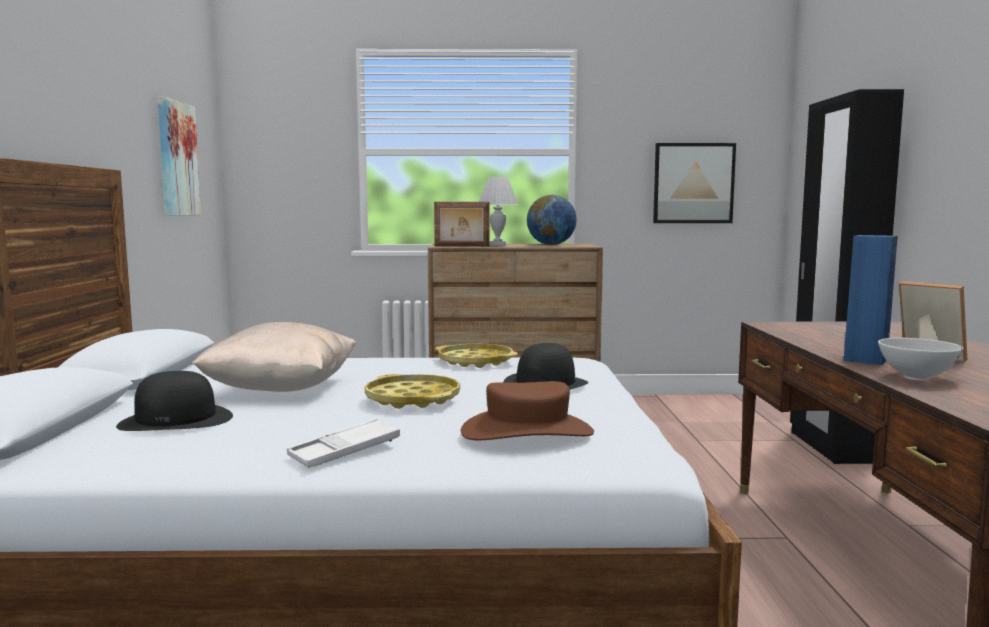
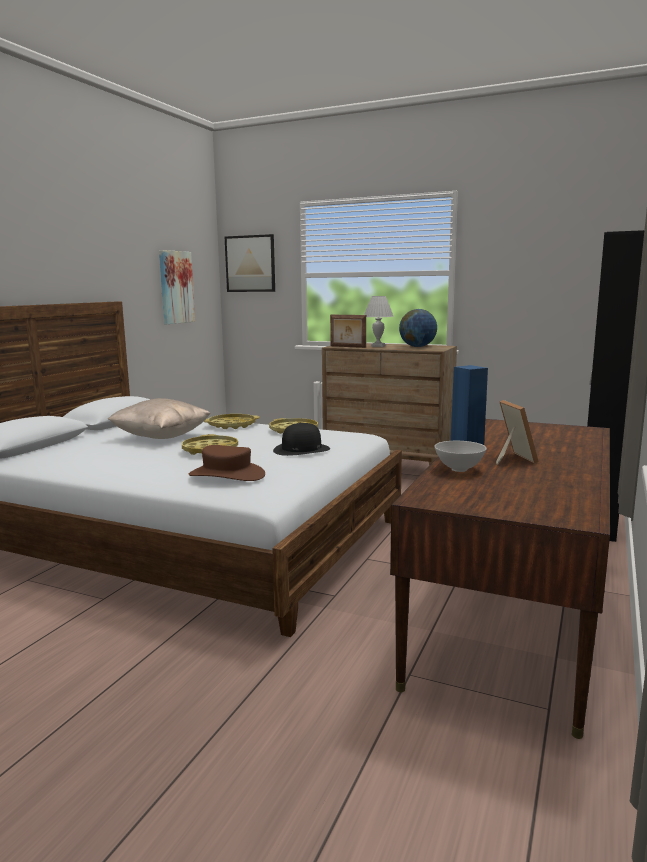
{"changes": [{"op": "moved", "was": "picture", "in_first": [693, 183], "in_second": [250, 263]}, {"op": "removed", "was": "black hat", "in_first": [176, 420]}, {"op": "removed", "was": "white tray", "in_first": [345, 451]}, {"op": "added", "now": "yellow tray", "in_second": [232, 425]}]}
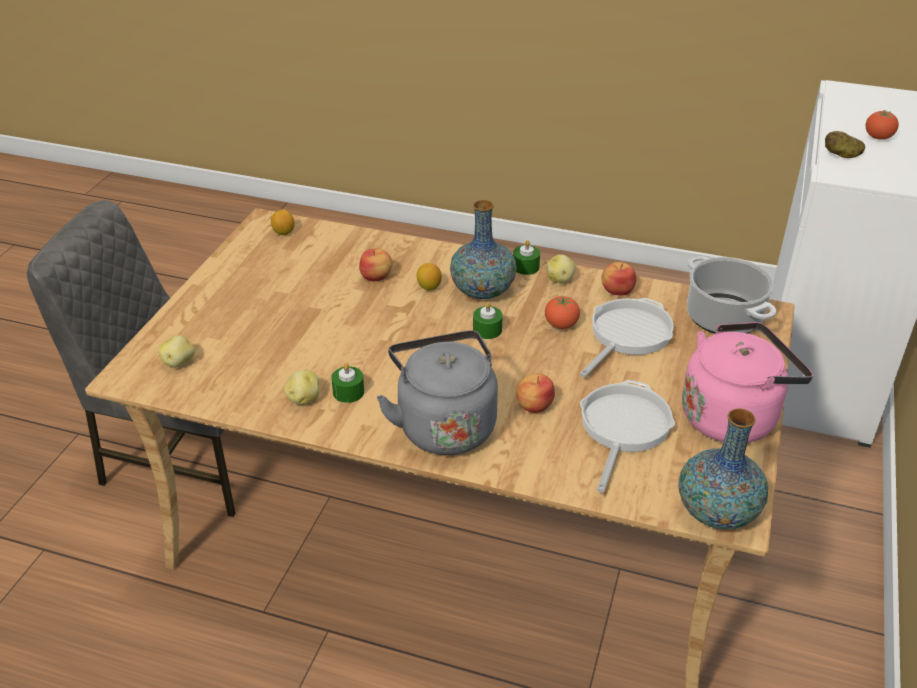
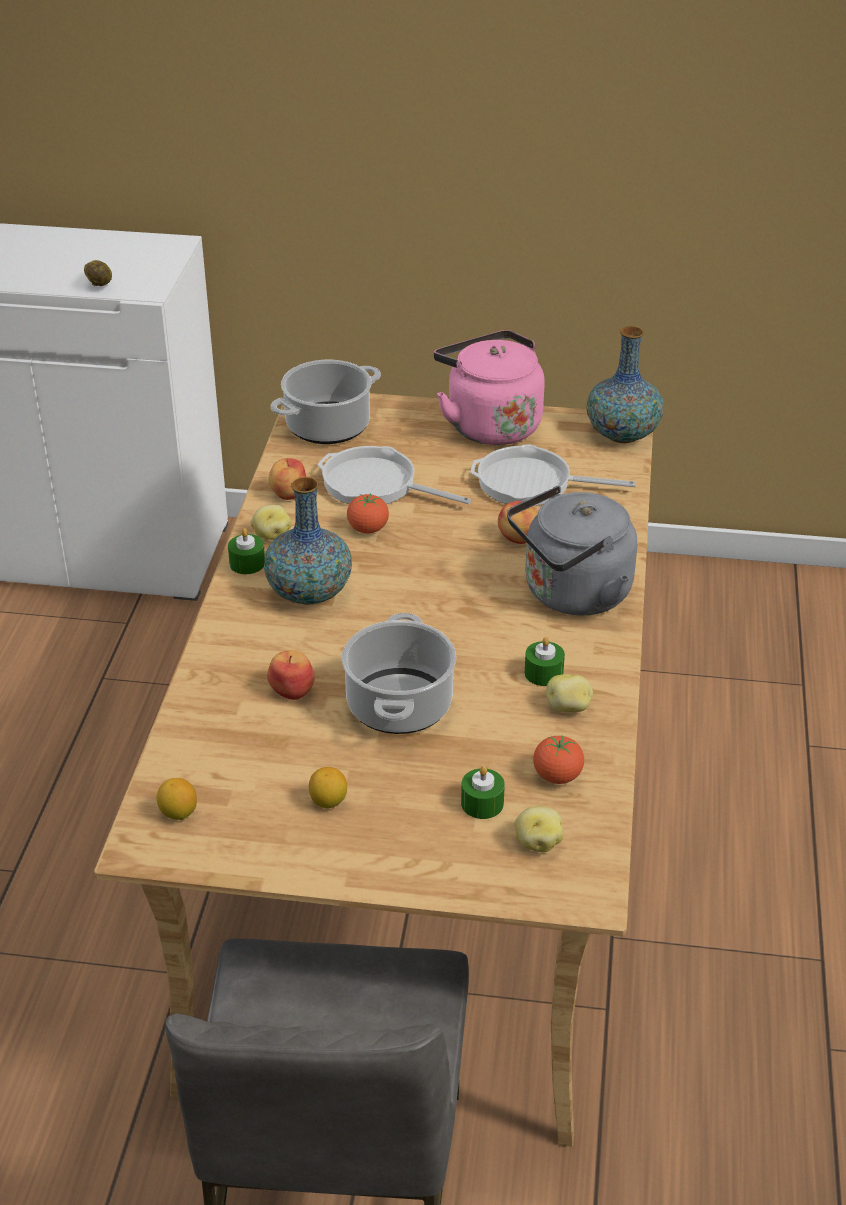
{"changes": [{"op": "moved", "was": "tomato", "in_first": [878, 138], "in_second": [557, 776]}, {"op": "moved", "was": "lemon", "in_first": [429, 287], "in_second": [328, 801]}, {"op": "moved", "was": "green candle", "in_first": [487, 330], "in_second": [482, 803]}, {"op": "added", "now": "cooking pot", "in_second": [398, 704]}]}
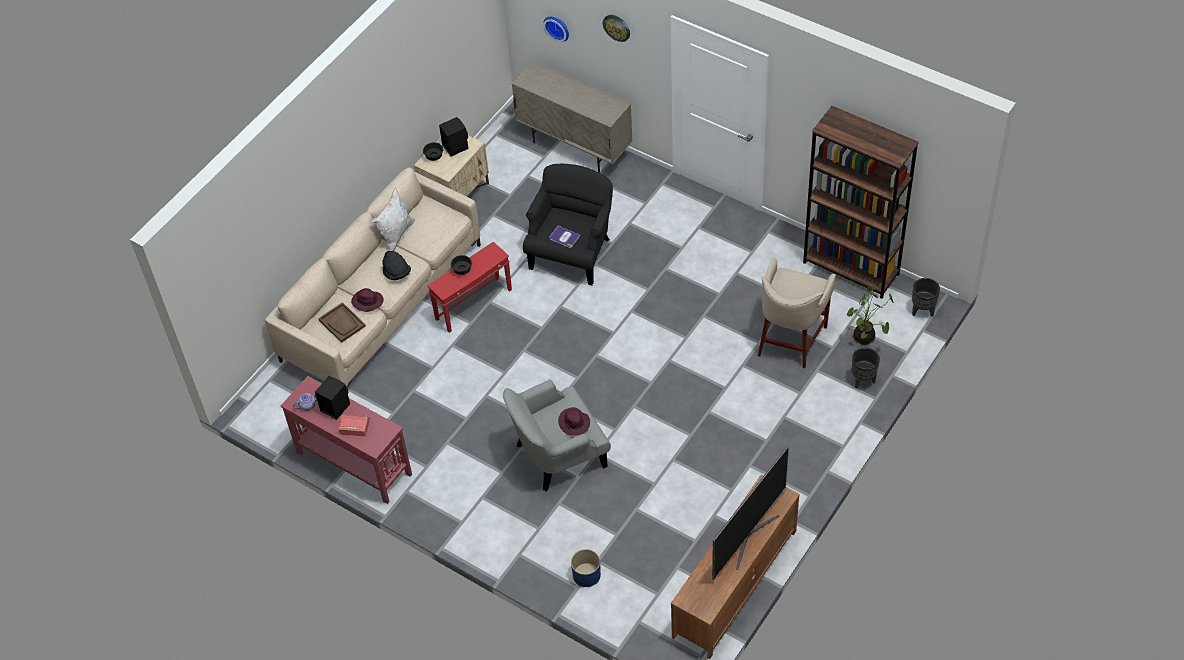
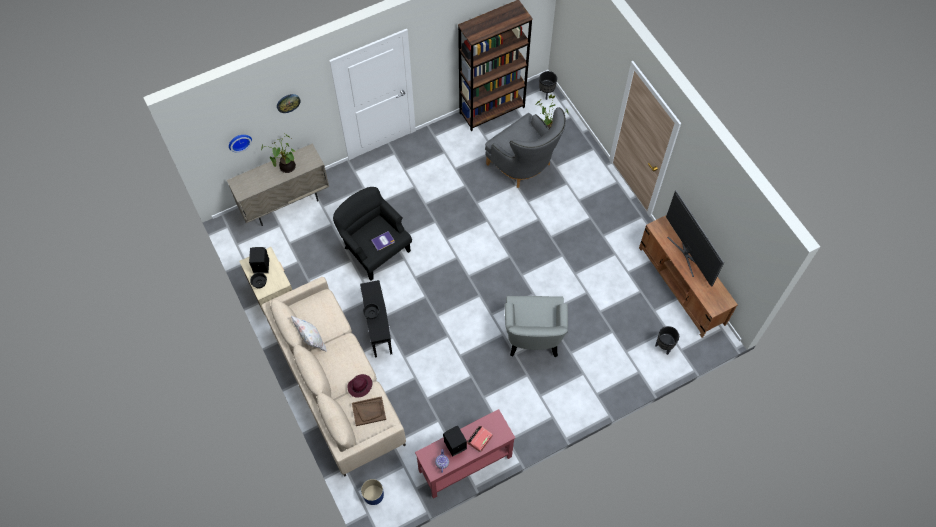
{"changes": [{"op": "recoloured", "was": "red side table", "now": "black side table", "in_first": [474, 305], "in_second": [379, 327]}, {"op": "removed", "was": "black hat", "in_first": [396, 273]}, {"op": "replaced", "was": "beige stool", "now": "grey armchair", "in_first": [791, 339], "in_second": [524, 167]}, {"op": "moved", "was": "black planter", "in_first": [862, 381], "in_second": [664, 346]}, {"op": "removed", "was": "purple hat", "in_first": [574, 423]}, {"op": "moved", "was": "blue planter", "in_first": [586, 574], "in_second": [373, 495]}, {"op": "added", "now": "potted plant", "in_second": [286, 167]}]}
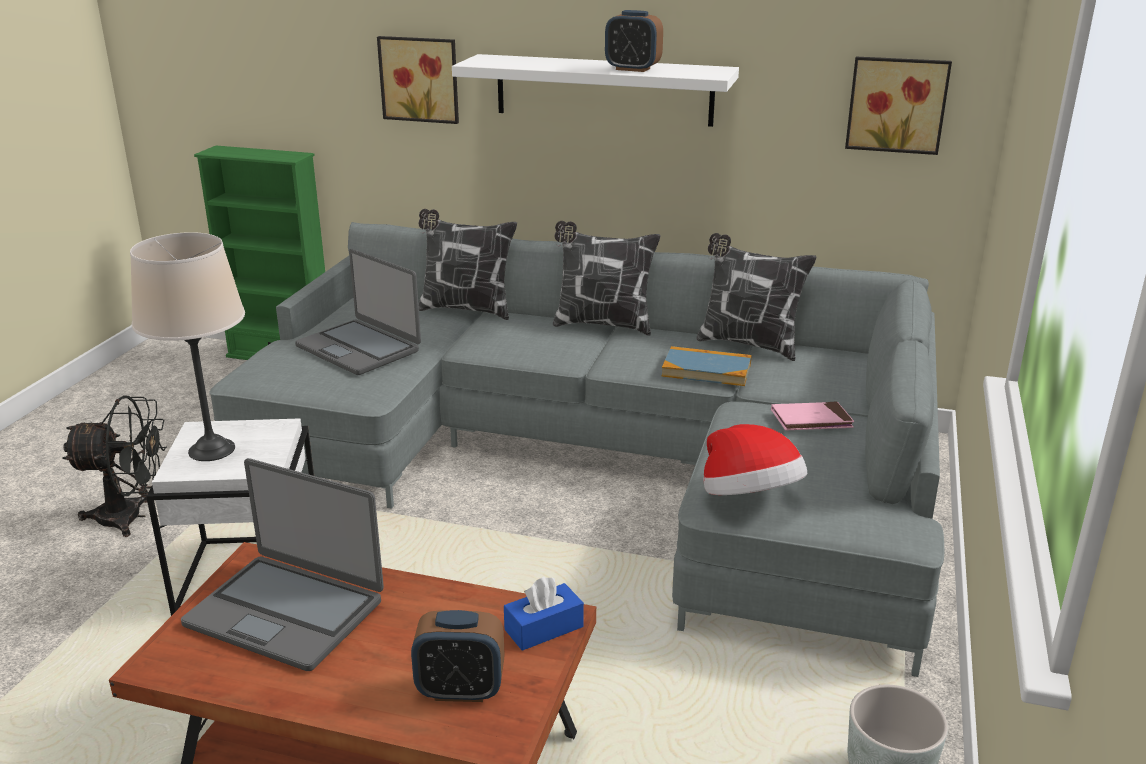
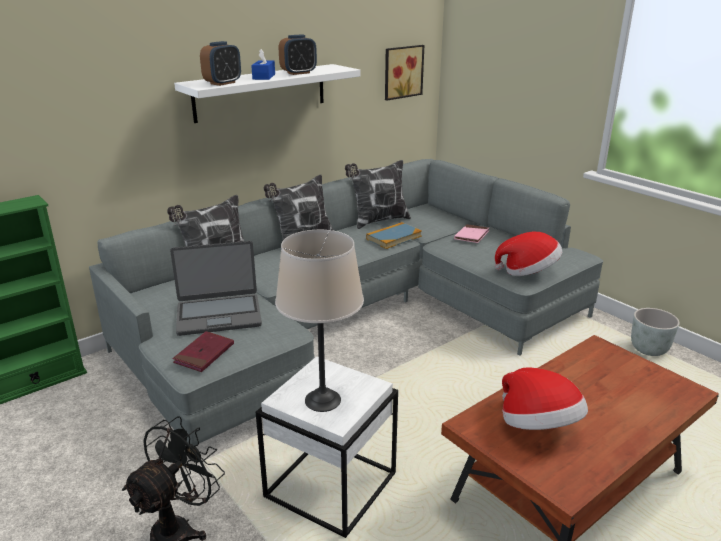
{"changes": [{"op": "removed", "was": "picture", "in_first": [420, 79]}, {"op": "replaced", "was": "laptop", "now": "hat", "in_first": [286, 611], "in_second": [538, 426]}, {"op": "moved", "was": "blue tissue box", "in_first": [544, 628], "in_second": [264, 77]}, {"op": "moved", "was": "alarm clock", "in_first": [460, 690], "in_second": [223, 83]}, {"op": "added", "now": "red book", "in_second": [204, 354]}]}
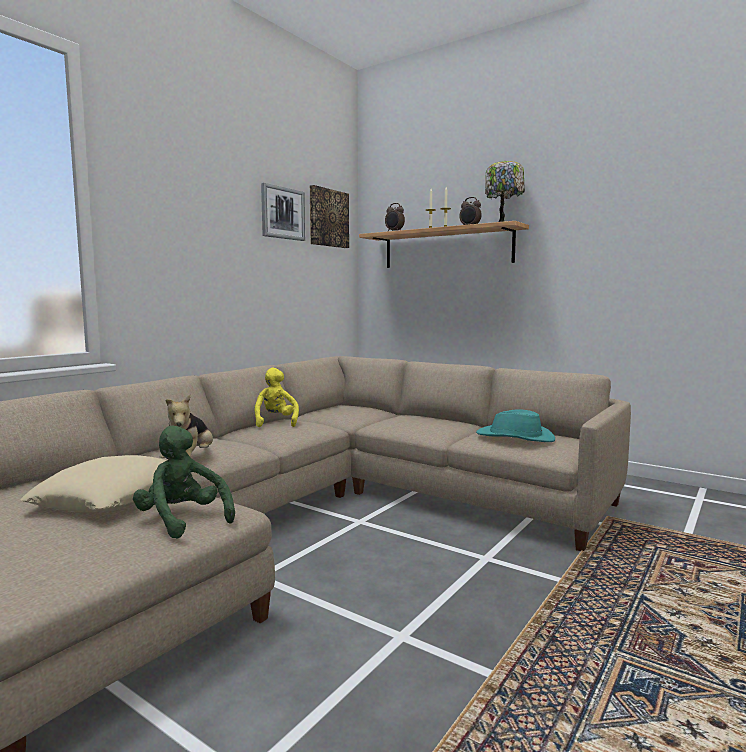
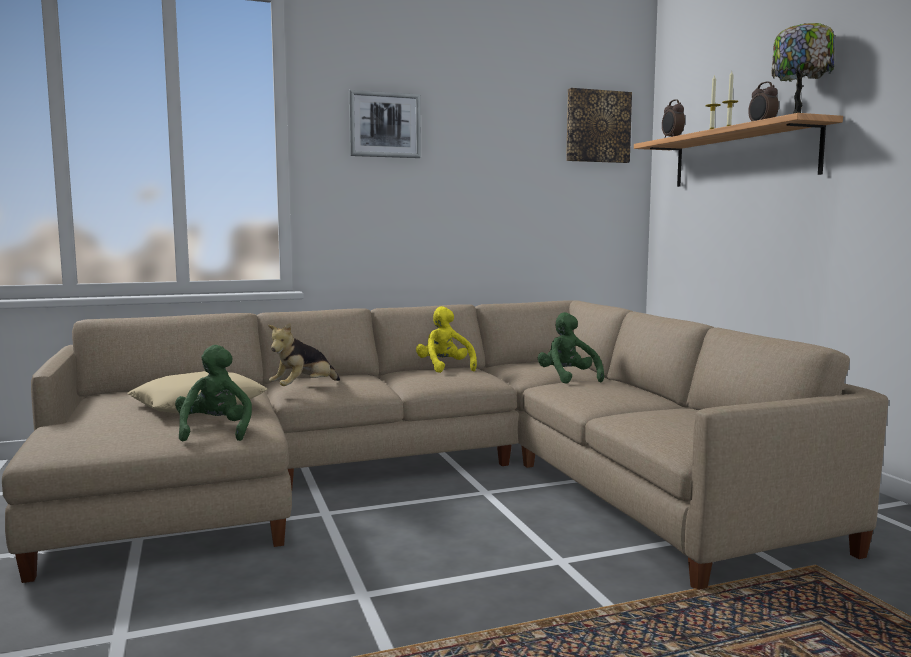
{"changes": [{"op": "moved", "was": "picture", "in_first": [282, 213], "in_second": [384, 125]}, {"op": "turned", "was": "yellow plush toy", "in_first": [273, 422], "in_second": [445, 368], "clockwise": -45}, {"op": "removed", "was": "turquoise hat", "in_first": [515, 437]}, {"op": "added", "now": "green plush toy", "in_second": [568, 378]}]}
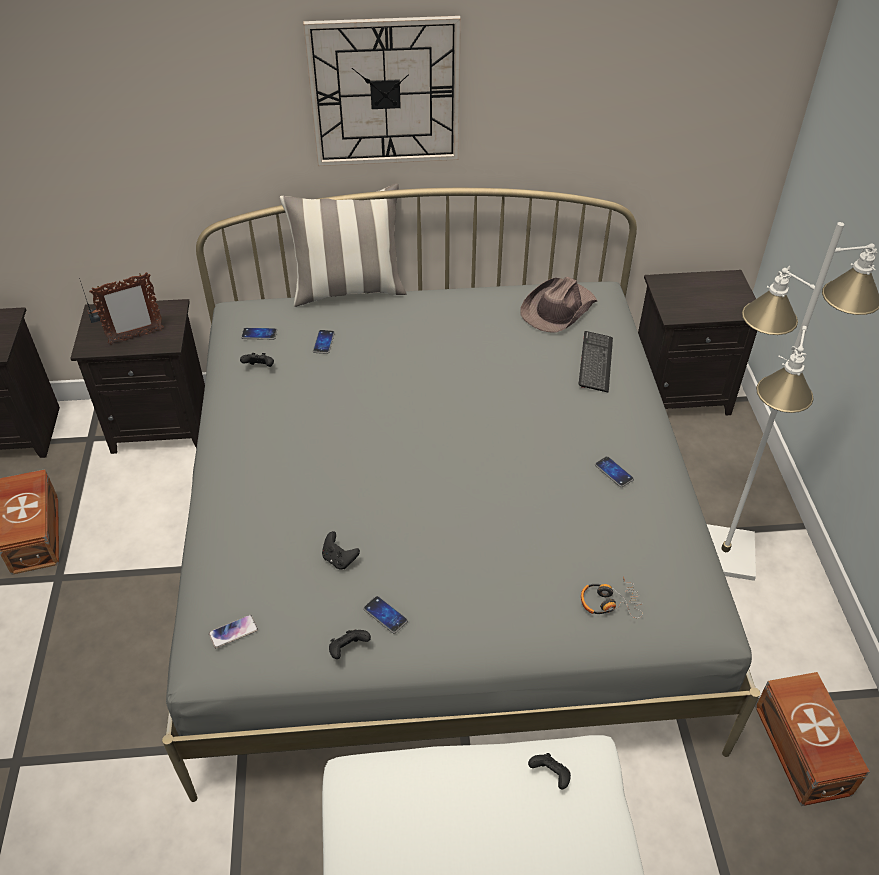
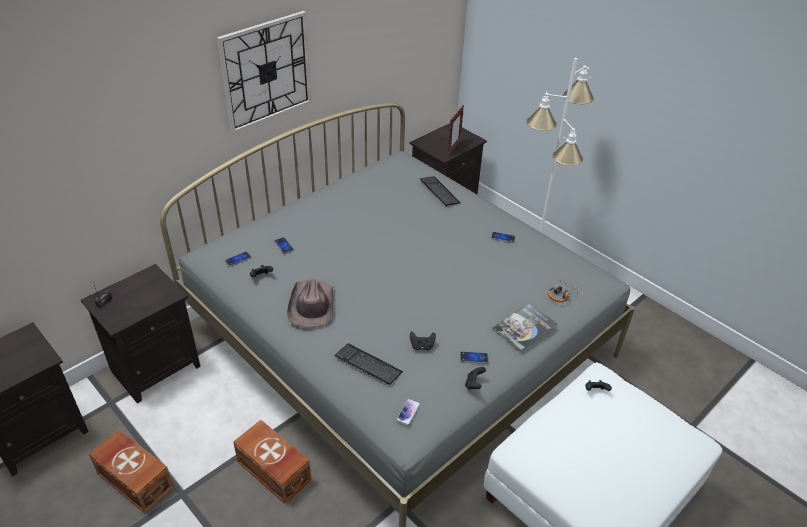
{"changes": [{"op": "removed", "was": "pillow", "in_first": [348, 290]}, {"op": "moved", "was": "picture frame", "in_first": [136, 337], "in_second": [453, 148]}, {"op": "moved", "was": "brown hat", "in_first": [558, 309], "in_second": [311, 305]}, {"op": "moved", "was": "brown storage box", "in_first": [801, 751], "in_second": [274, 472]}, {"op": "added", "now": "book", "in_second": [524, 327]}, {"op": "added", "now": "keyboard", "in_second": [368, 365]}]}
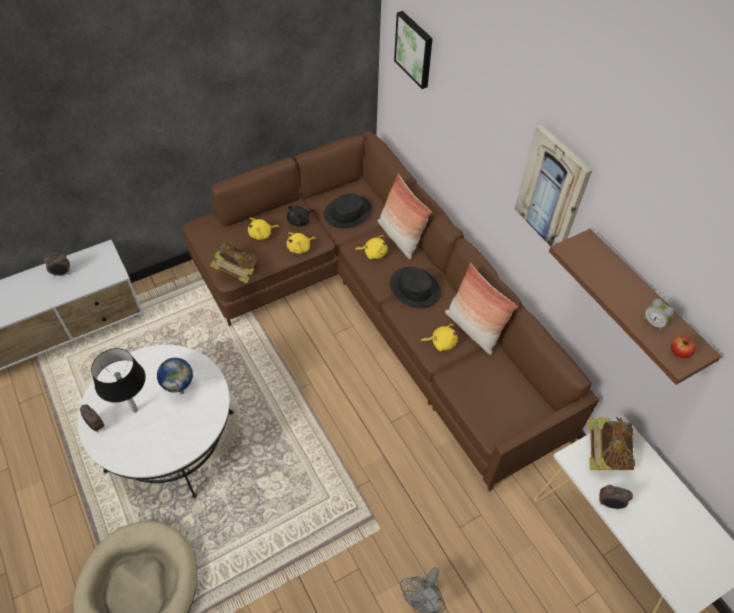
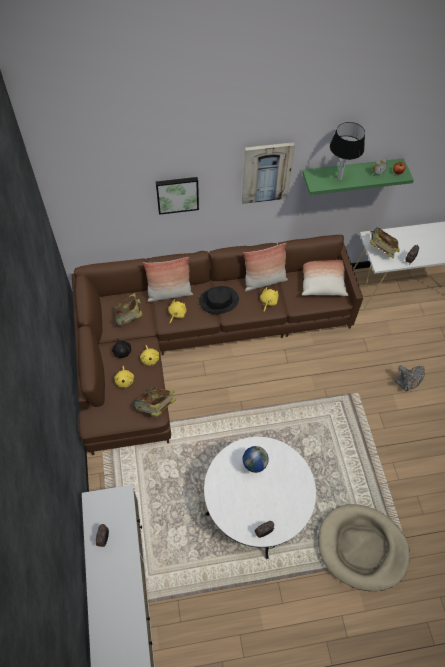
{"changes": [{"op": "moved", "was": "picture", "in_first": [415, 49], "in_second": [177, 194]}, {"op": "replaced", "was": "black hat", "now": "book", "in_first": [348, 212], "in_second": [129, 317]}, {"op": "recoloured", "was": "brown shelf", "now": "green shelf", "in_first": [643, 302], "in_second": [351, 174]}, {"op": "moved", "was": "black table lamp", "in_first": [135, 410], "in_second": [339, 179]}, {"op": "added", "now": "pillow", "in_second": [322, 282]}]}
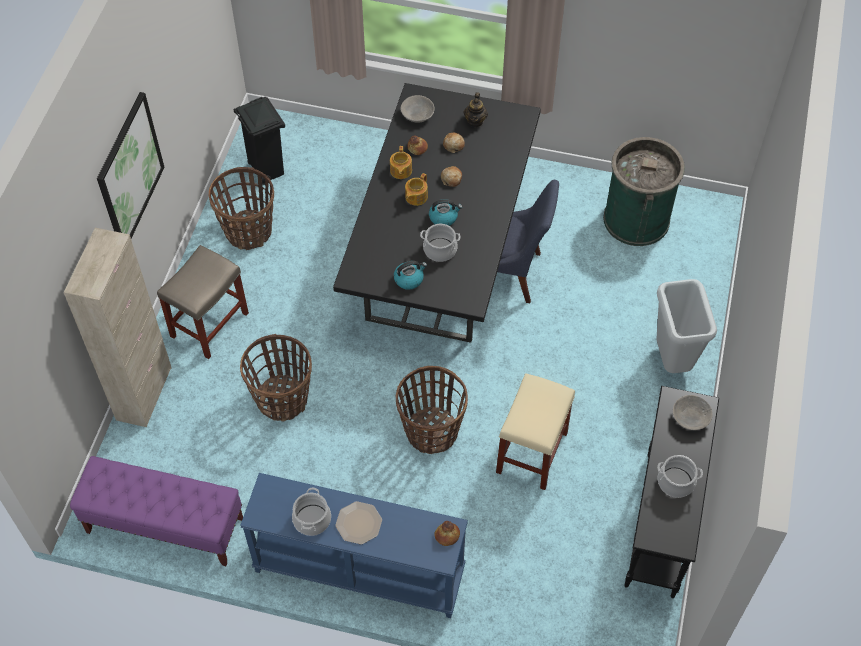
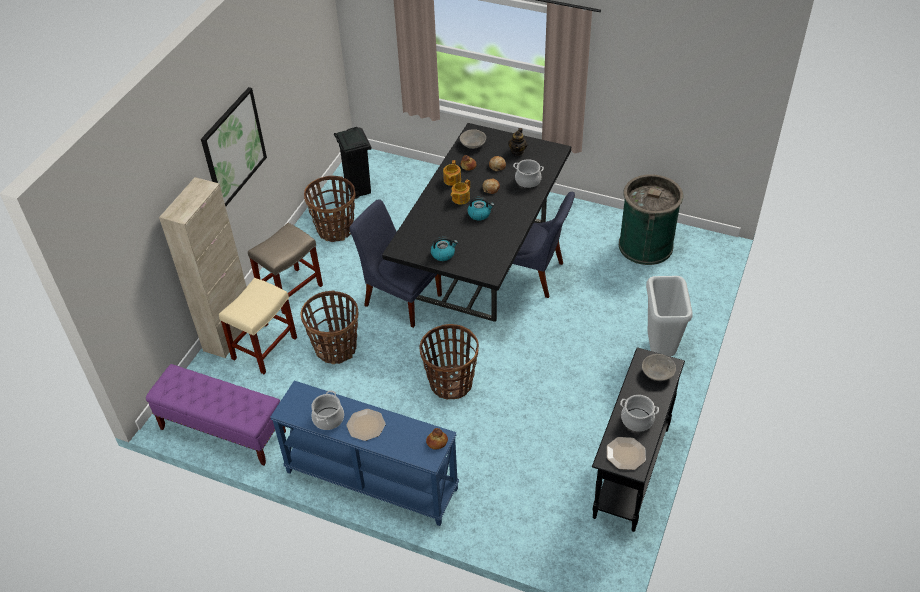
{"changes": [{"op": "moved", "was": "cooking pot", "in_first": [440, 250], "in_second": [528, 180]}, {"op": "moved", "was": "beige stool", "in_first": [532, 451], "in_second": [265, 347]}, {"op": "added", "now": "blue chair", "in_second": [400, 298]}, {"op": "added", "now": "plate", "in_second": [625, 454]}]}
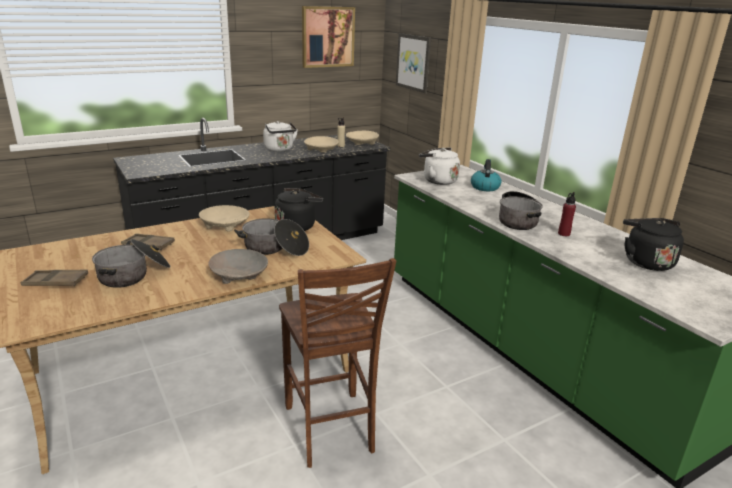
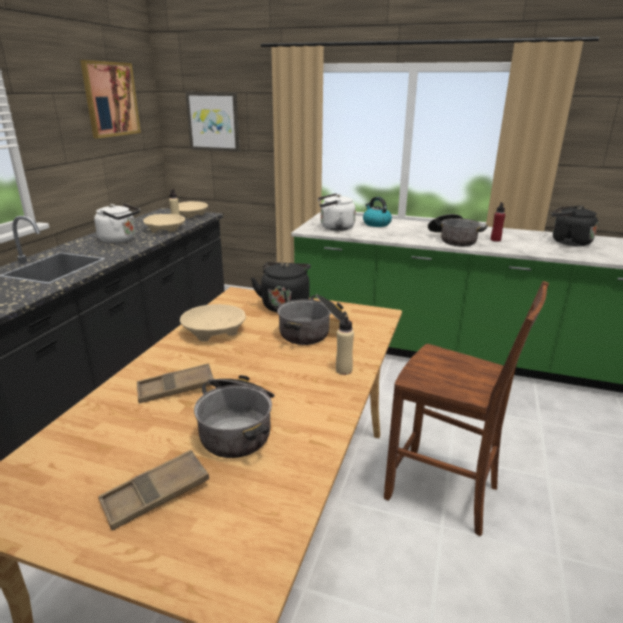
{"changes": [{"op": "replaced", "was": "beige bowl", "now": "beige bottle", "in_first": [239, 275], "in_second": [343, 370]}]}
